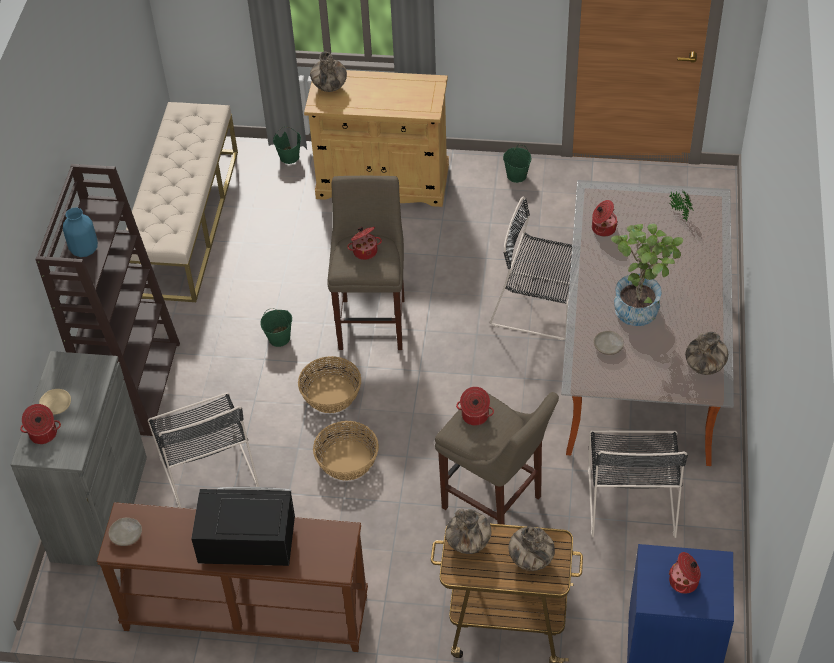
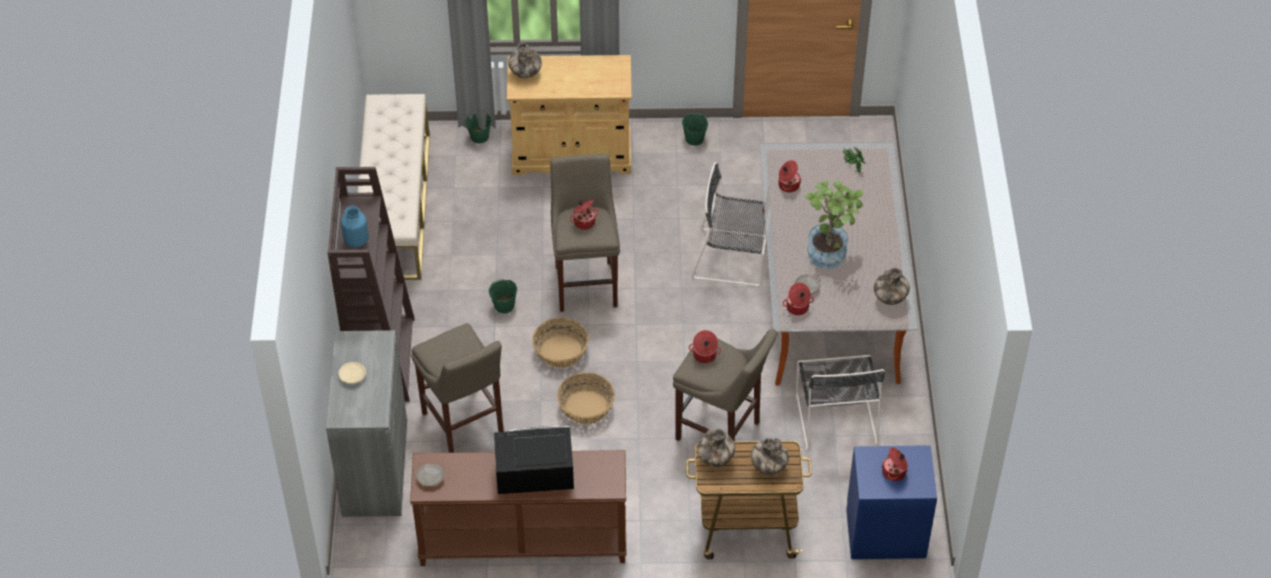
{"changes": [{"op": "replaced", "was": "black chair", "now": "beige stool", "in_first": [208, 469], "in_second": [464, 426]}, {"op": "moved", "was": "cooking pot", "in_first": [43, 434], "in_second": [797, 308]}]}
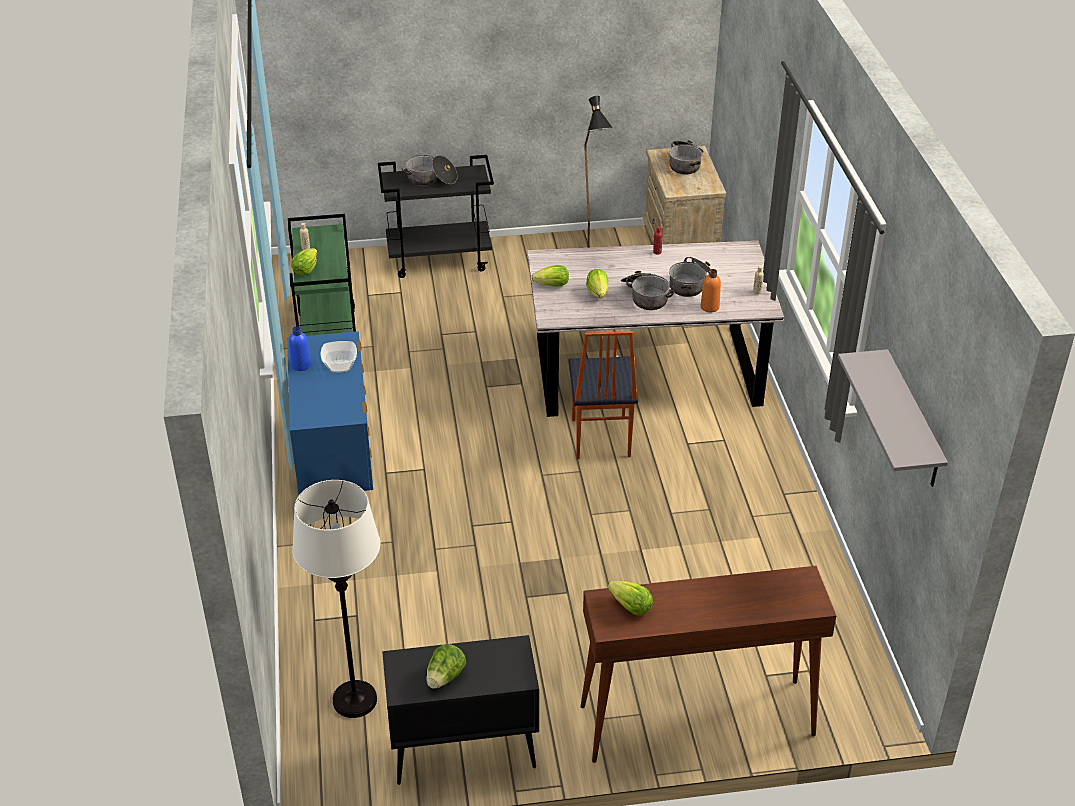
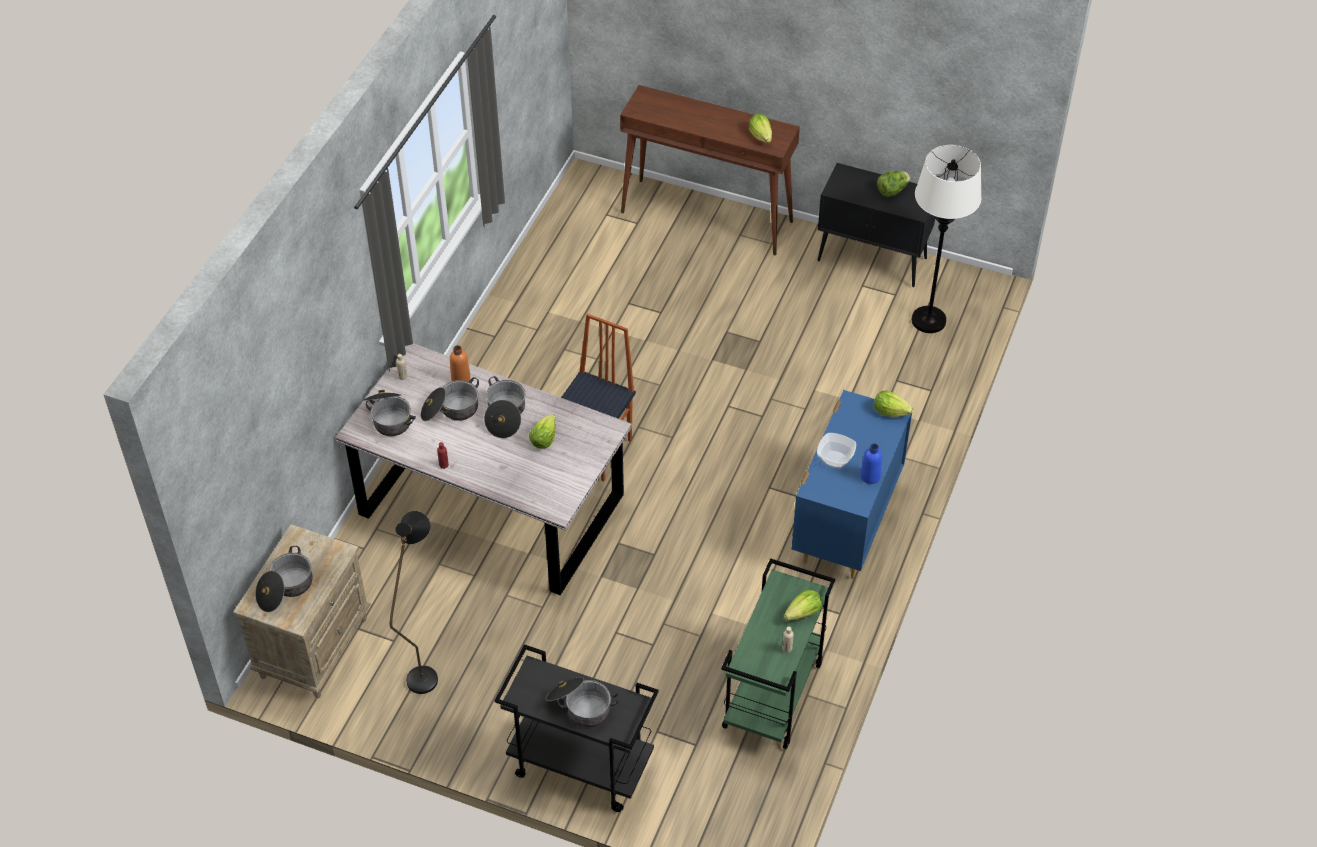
{"changes": [{"op": "moved", "was": "lettuce", "in_first": [552, 285], "in_second": [890, 411]}, {"op": "removed", "was": "grey shelf", "in_first": [912, 421]}, {"op": "added", "now": "cooking pot", "in_second": [389, 417]}]}
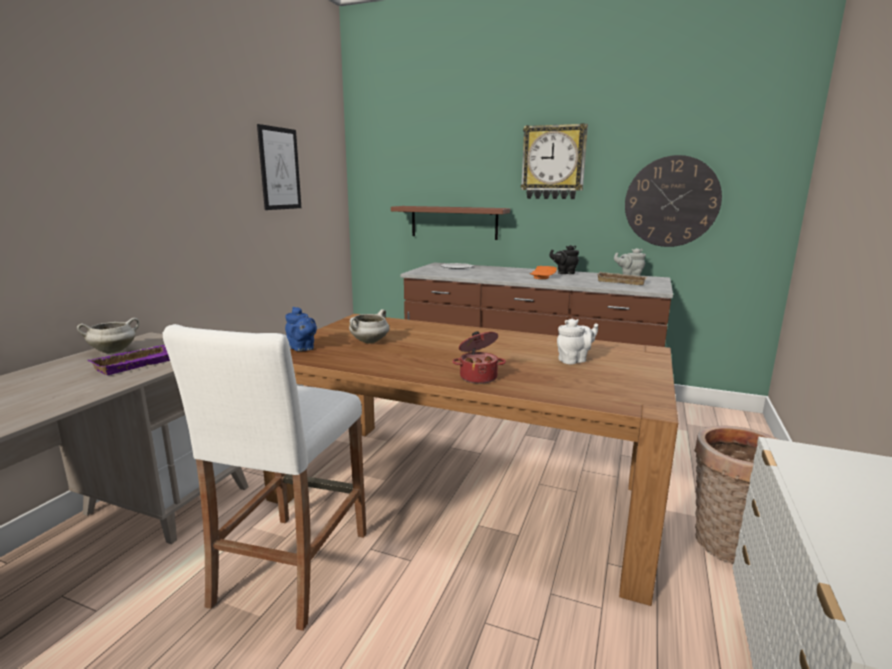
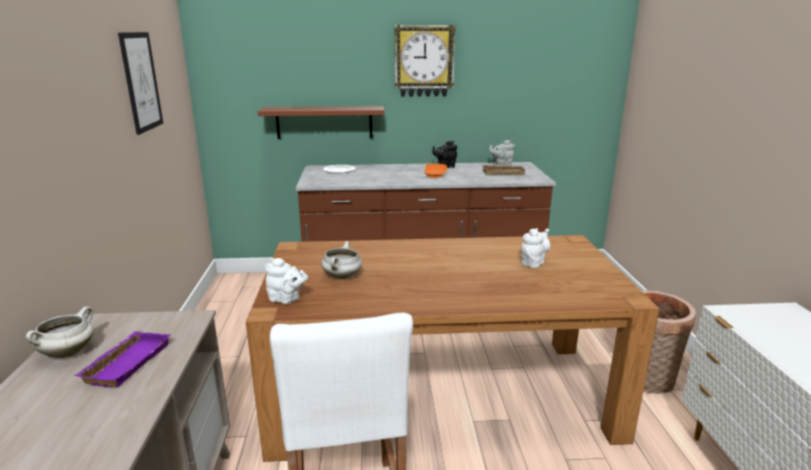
{"changes": [{"op": "removed", "was": "wall clock", "in_first": [671, 202]}, {"op": "recoloured", "was": "blue teapot", "now": "white teapot", "in_first": [302, 348], "in_second": [286, 299]}, {"op": "removed", "was": "cooking pot", "in_first": [478, 377]}]}
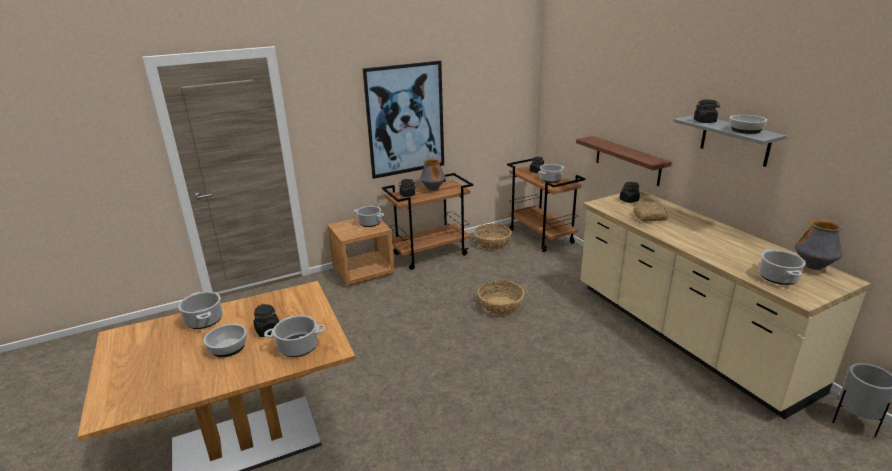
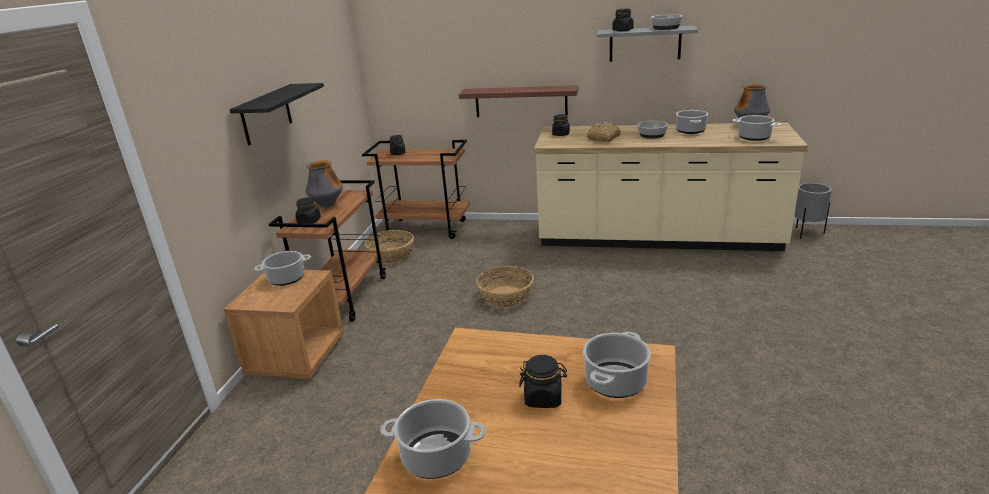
{"changes": [{"op": "replaced", "was": "picture", "now": "black shelf", "in_first": [405, 119], "in_second": [266, 114]}, {"op": "moved", "was": "cooking pot", "in_first": [550, 180], "in_second": [690, 131]}, {"op": "moved", "was": "bowl", "in_first": [227, 348], "in_second": [652, 135]}]}
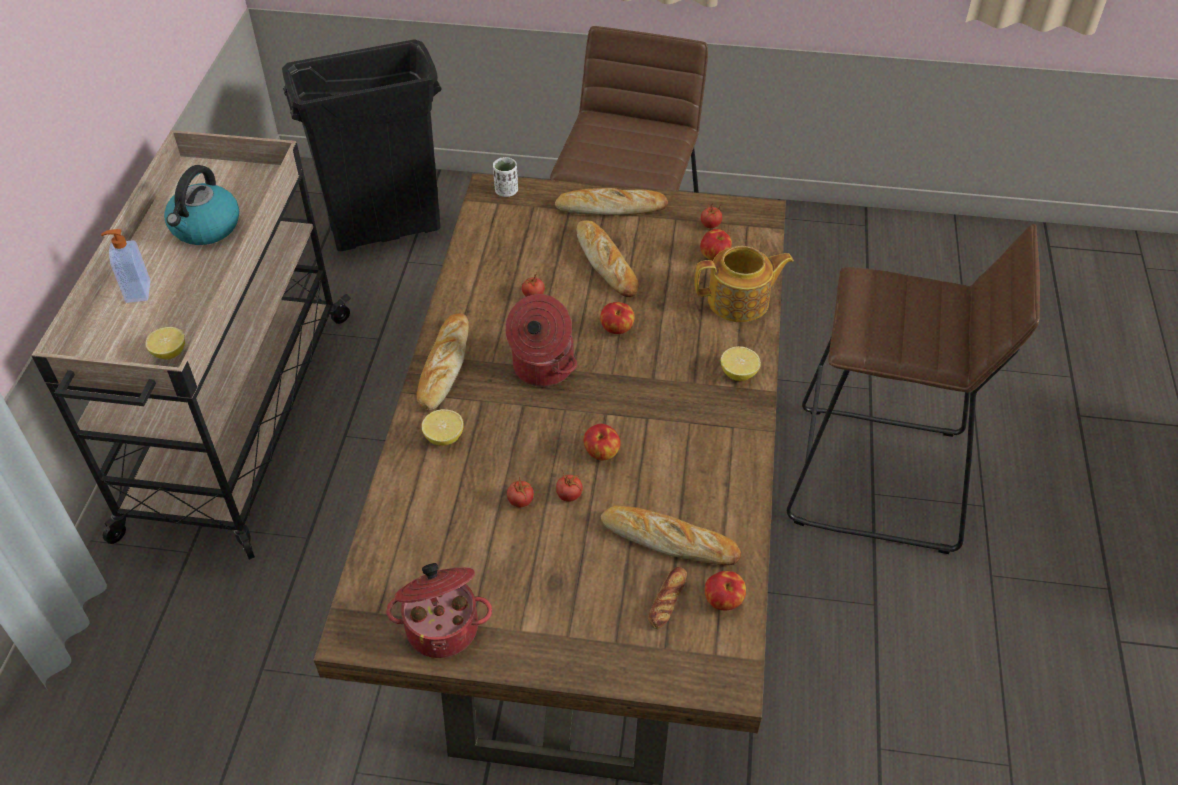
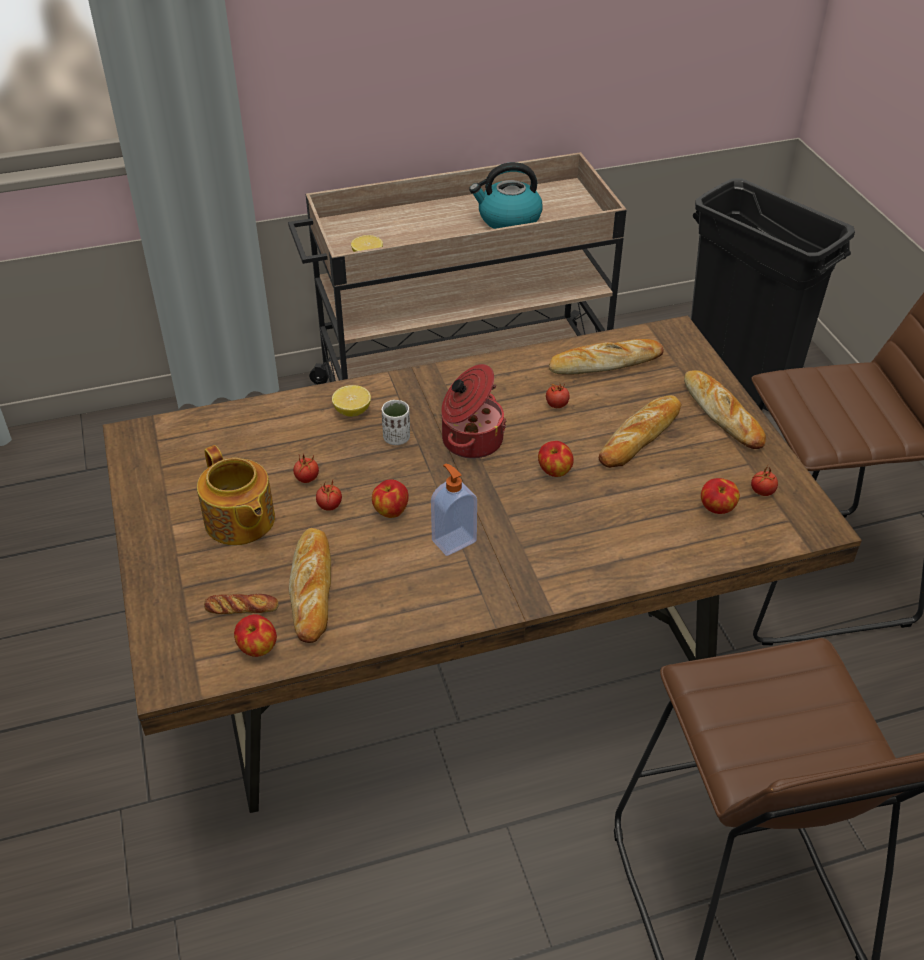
{"changes": [{"op": "moved", "was": "white cup", "in_first": [506, 191], "in_second": [396, 438]}, {"op": "moved", "was": "soap dispenser", "in_first": [137, 292], "in_second": [453, 540]}, {"op": "moved", "was": "teapot", "in_first": [740, 301], "in_second": [239, 522]}, {"op": "moved", "was": "bread", "in_first": [444, 366], "in_second": [605, 363]}, {"op": "removed", "was": "lemon", "in_first": [738, 373]}, {"op": "removed", "was": "cooking pot", "in_first": [442, 626]}]}
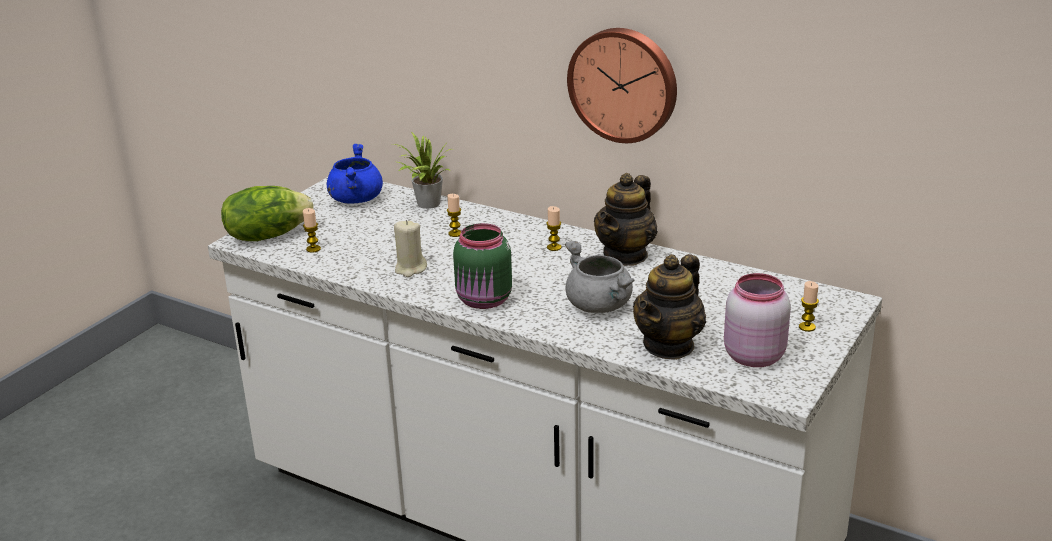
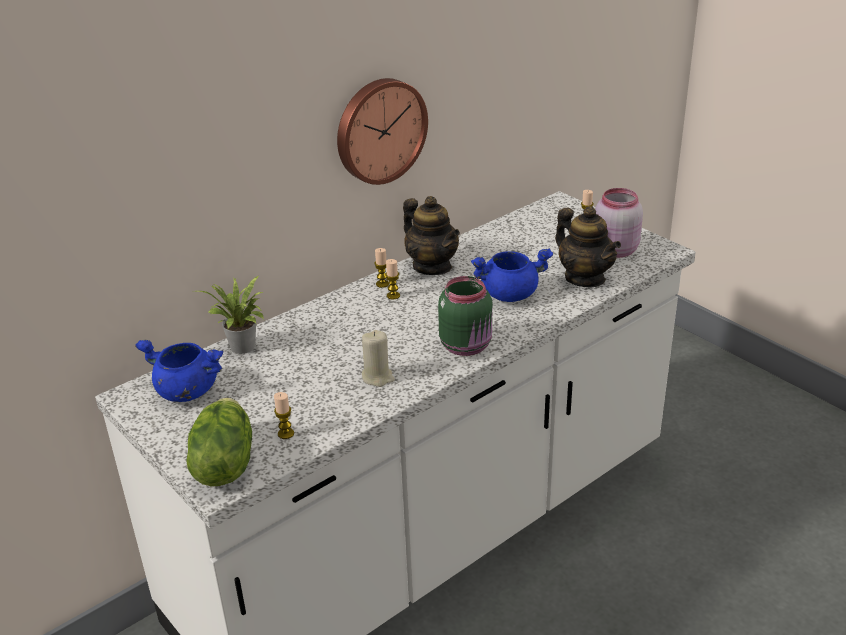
{"changes": [{"op": "moved", "was": "candle", "in_first": [455, 233], "in_second": [382, 284]}, {"op": "recoloured", "was": "grey cooking pot", "now": "blue cooking pot", "in_first": [600, 306], "in_second": [510, 294]}]}
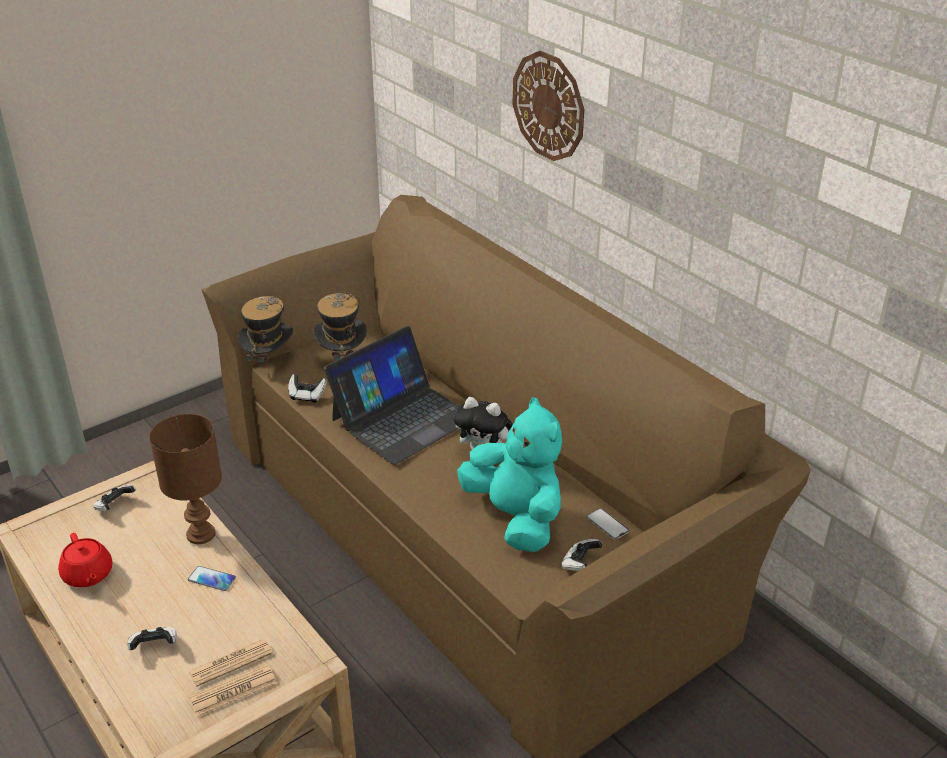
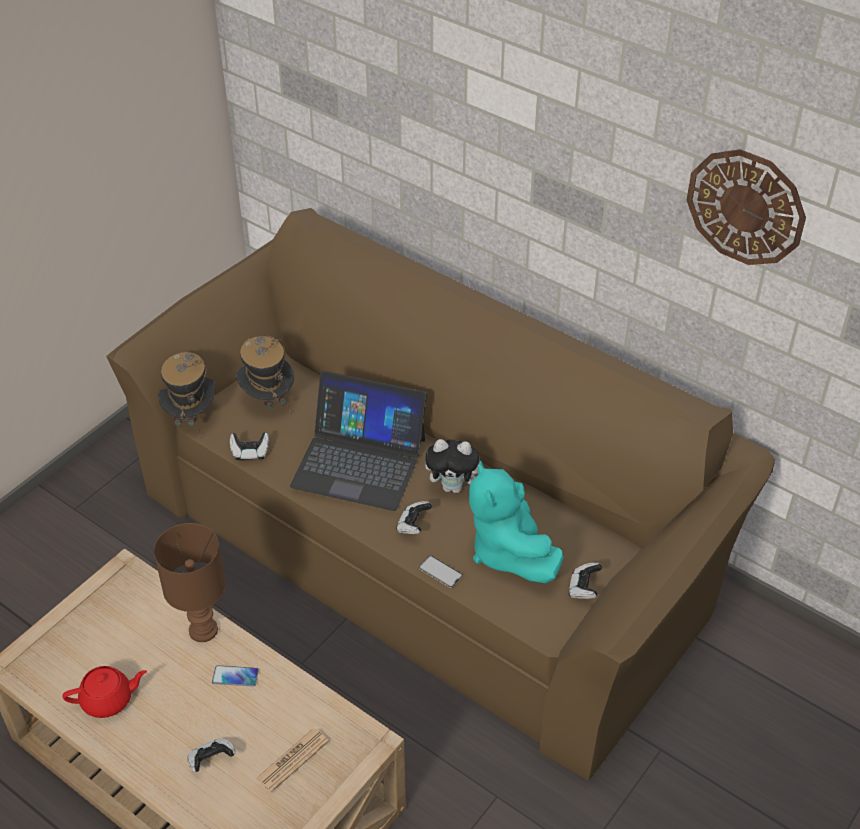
{"changes": [{"op": "moved", "was": "wall clock", "in_first": [549, 106], "in_second": [745, 207]}, {"op": "turned", "was": "laptop", "in_first": [402, 418], "in_second": [359, 462], "clockwise": 75}, {"op": "turned", "was": "turquoise plush toy", "in_first": [516, 518], "in_second": [508, 551], "clockwise": -150}, {"op": "moved", "was": "game controller", "in_first": [115, 506], "in_second": [413, 525]}, {"op": "moved", "was": "phone", "in_first": [607, 524], "in_second": [440, 572]}, {"op": "turned", "was": "red teapot", "in_first": [88, 575], "in_second": [108, 700], "clockwise": -60}, {"op": "removed", "was": "newspaper", "in_first": [233, 691]}]}
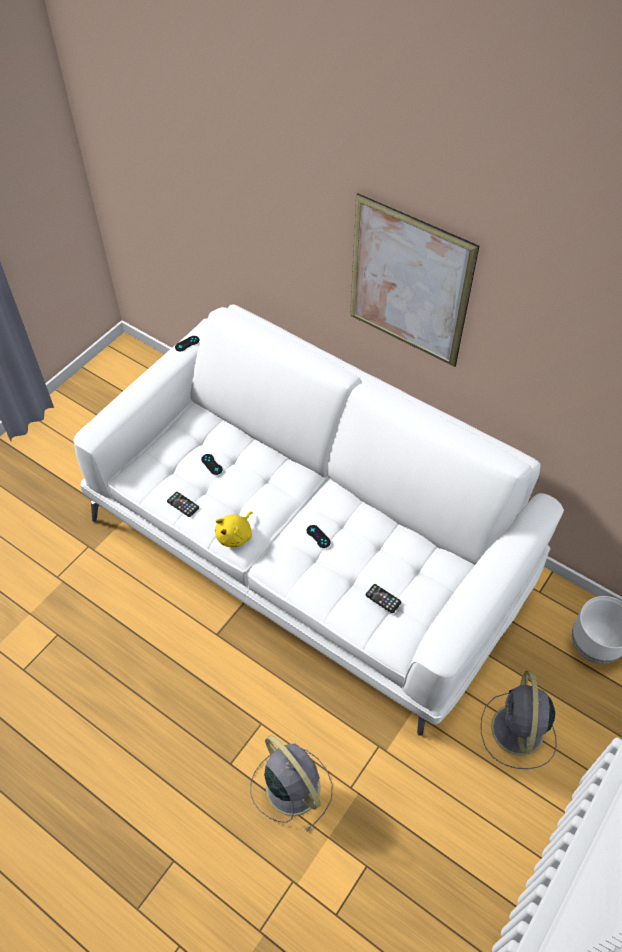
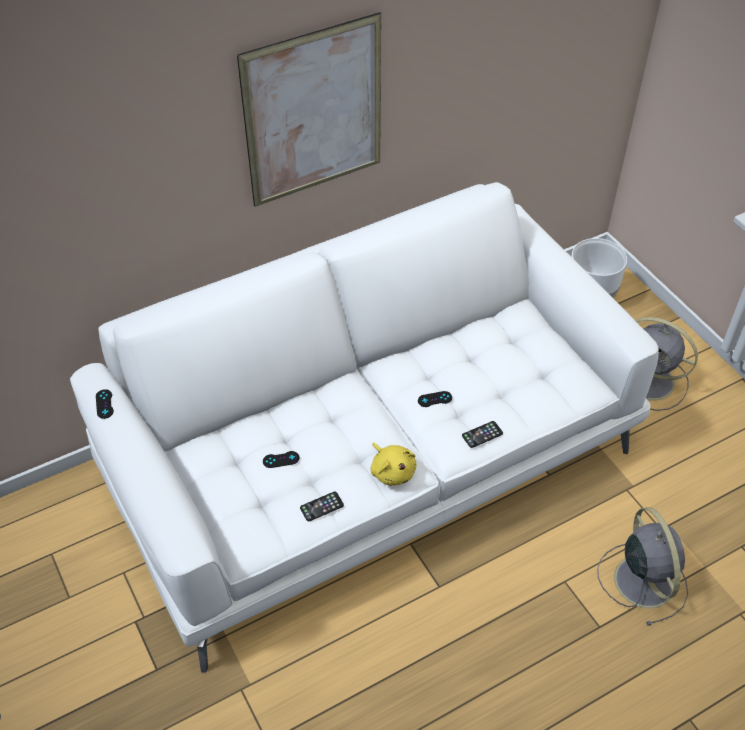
{"changes": [{"op": "moved", "was": "phone", "in_first": [383, 598], "in_second": [482, 434]}, {"op": "turned", "was": "grey fan", "in_first": [291, 786], "in_second": [642, 579], "clockwise": 90}]}
